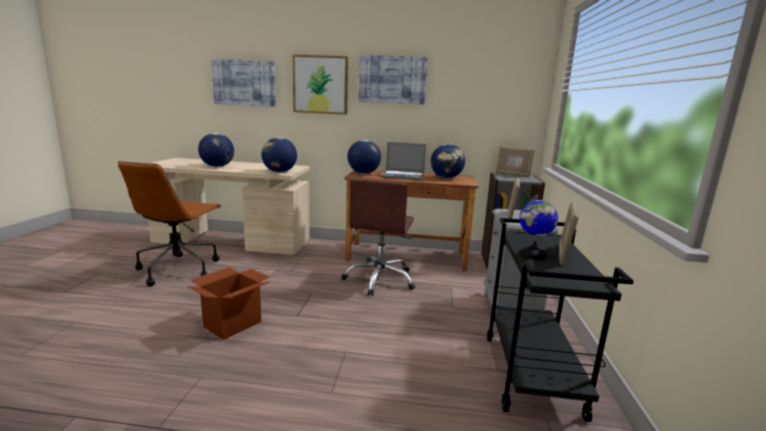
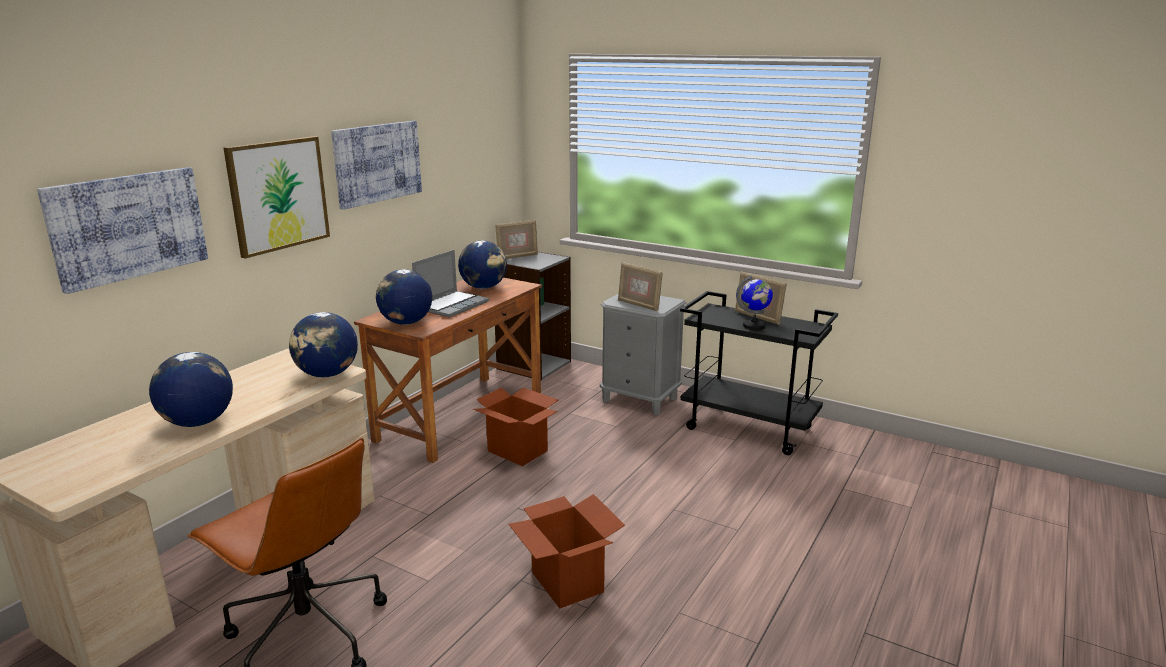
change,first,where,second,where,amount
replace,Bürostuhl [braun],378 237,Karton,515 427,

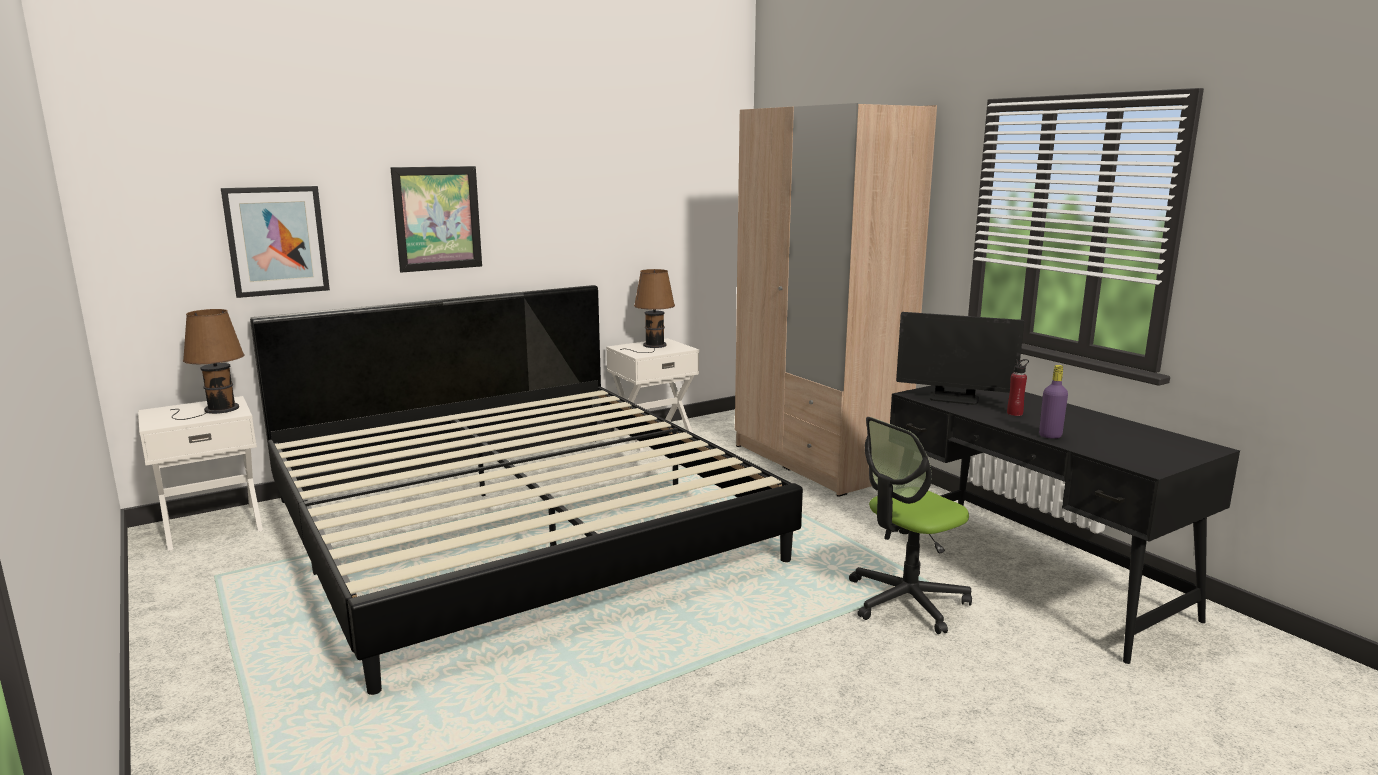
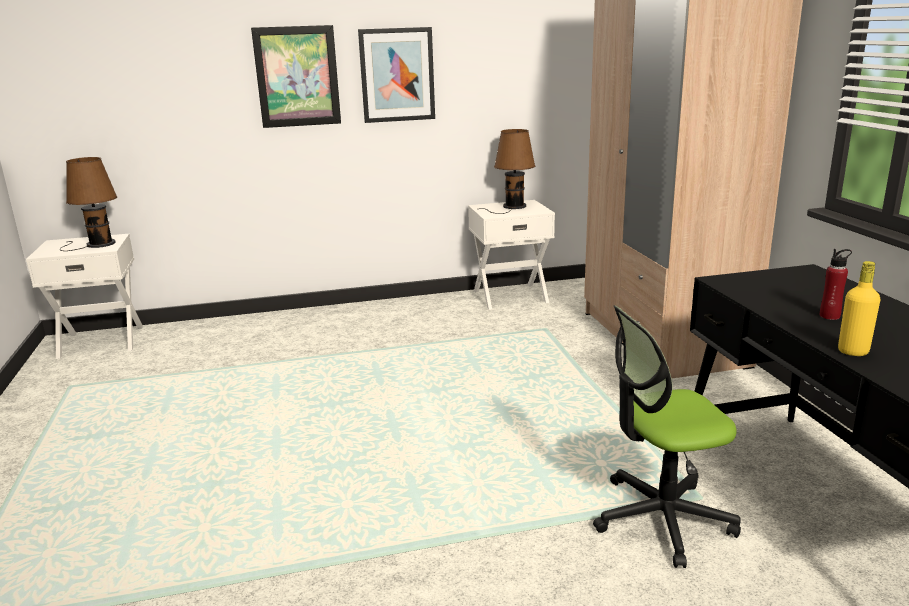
change,first,where,second,where,amount
move,Bild,275 242,,396 75,
delete,Bett,526 490,,,
delete,Monitor,960 358,,,
recolor,Flasche [lila],1053 402,Flasche [gelb],859 308,

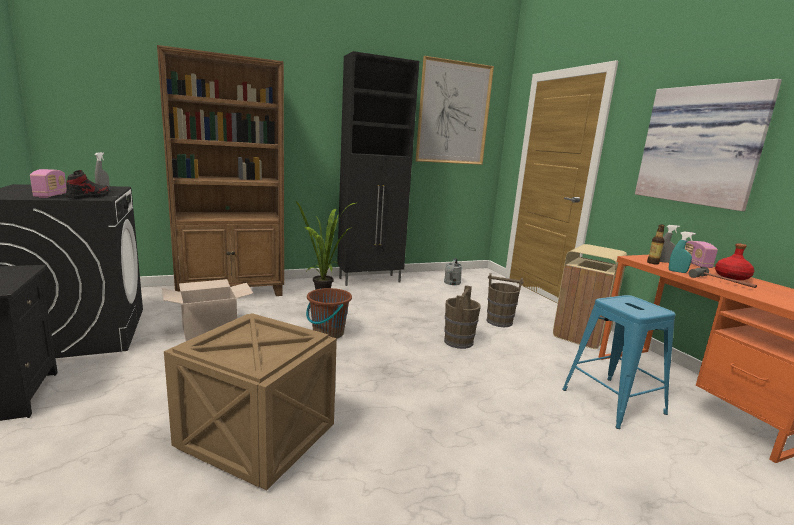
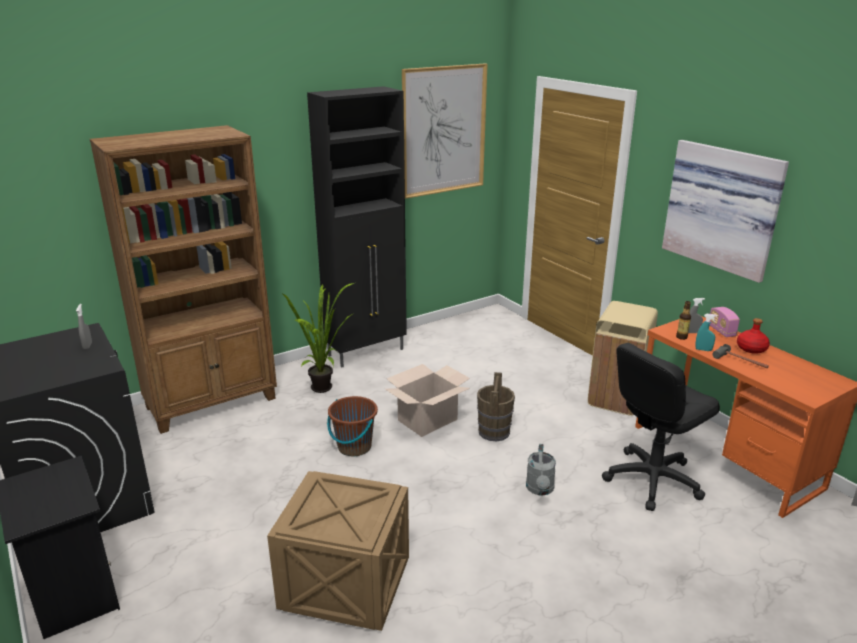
change,first,where,second,where,amount
delete,Radio,48 183,,,
delete,Schuh,87 184,,,
move,Gießkanne [grau],453 271,,541 469,
delete,Eimer [braun],505 300,,,
move,Karton,208 310,,427 400,
replace,Hocker [blau],619 362,Bürostuhl [schwarz],661 427,

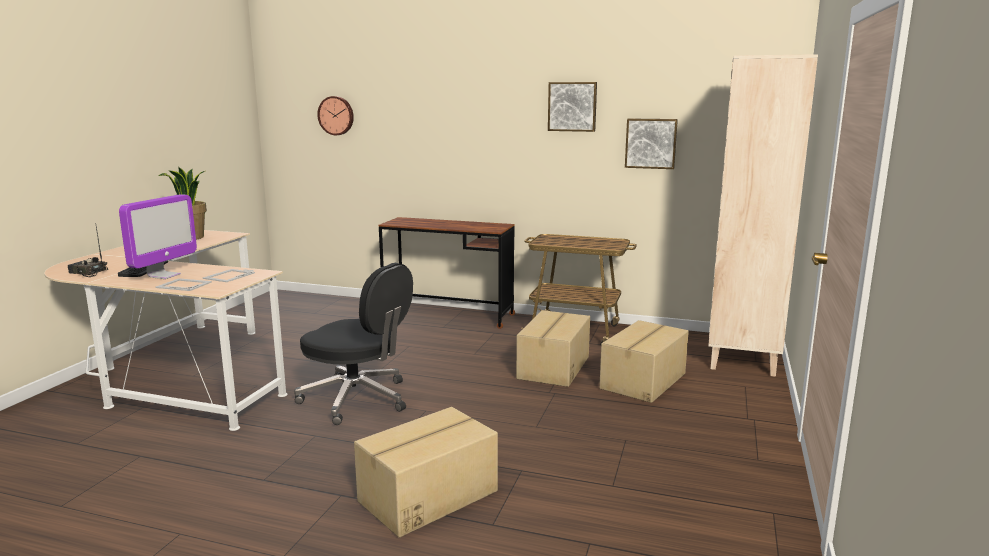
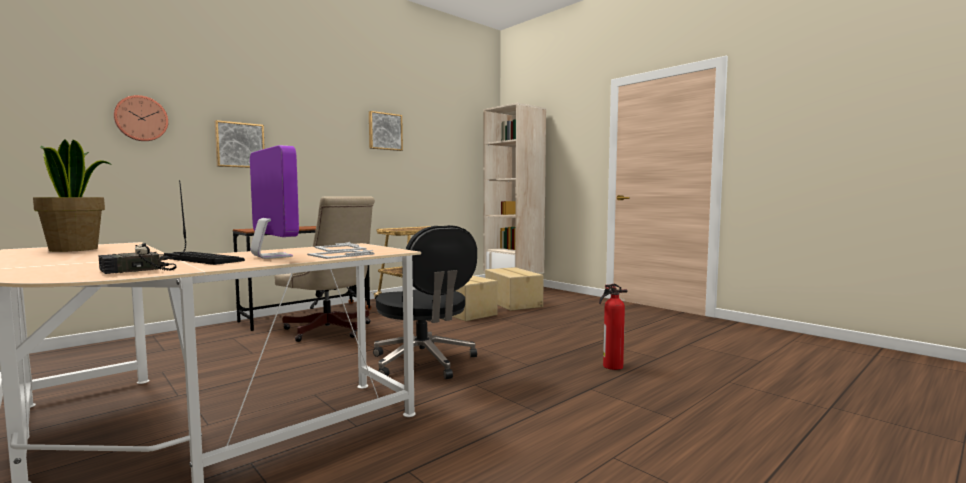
change,first,where,second,where,amount
move,Bild,651 143,,240 144,
rotate,Bürostuhl [schwarz],353 344,,425 302,90 degrees clockwise
replace,Karton,426 472,Feuerlöscher,613 327,
insert,,,Bürostuhl [beige],324 269,

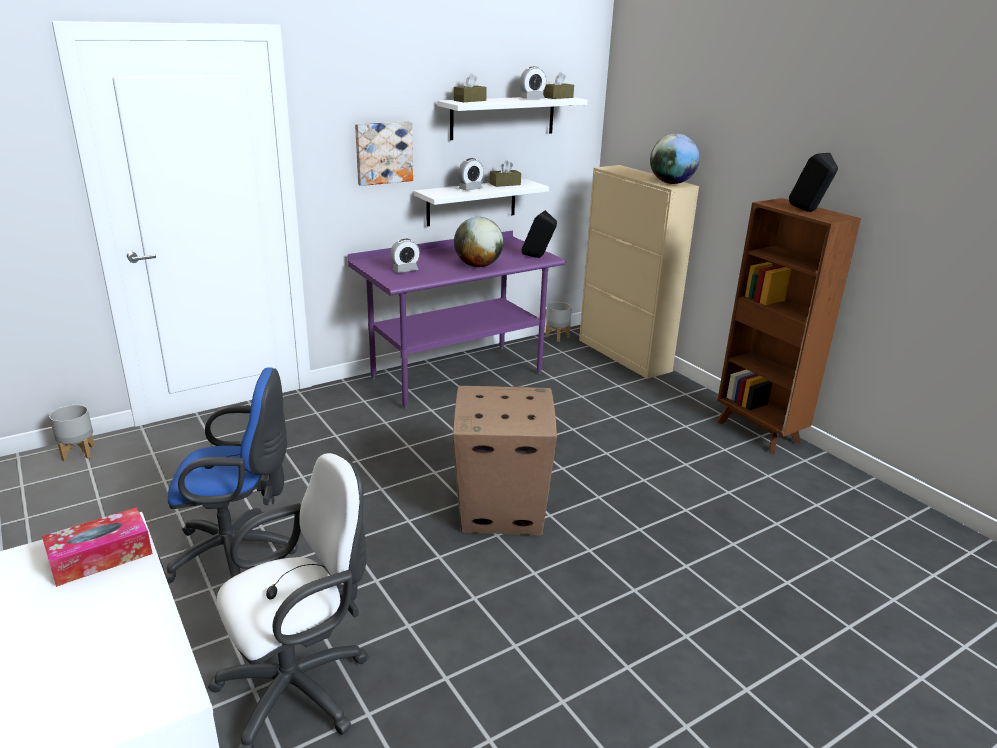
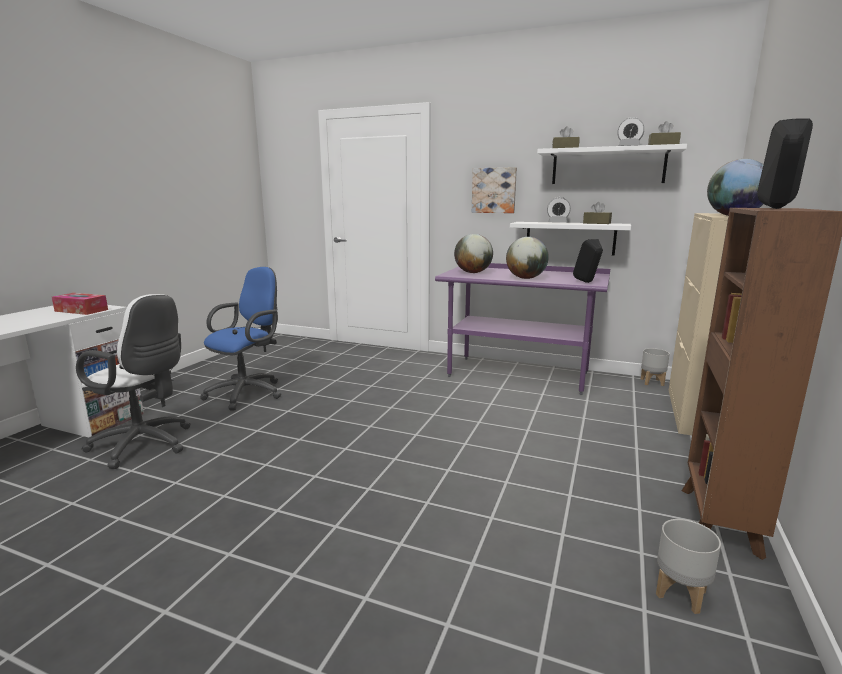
change,first,where,second,where,amount
replace,Wecker,405 256,Globus,473 253,
rotate,Bürostuhl [blau],231 475,,240 339,105 degrees counterclockwise
delete,Karton,505 460,,,
move,Pflanzkübel [grau],72 433,,688 566,

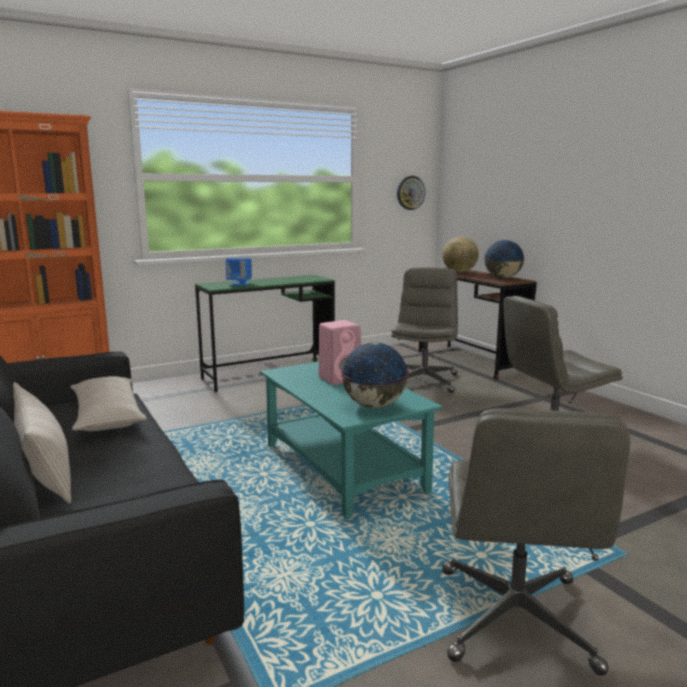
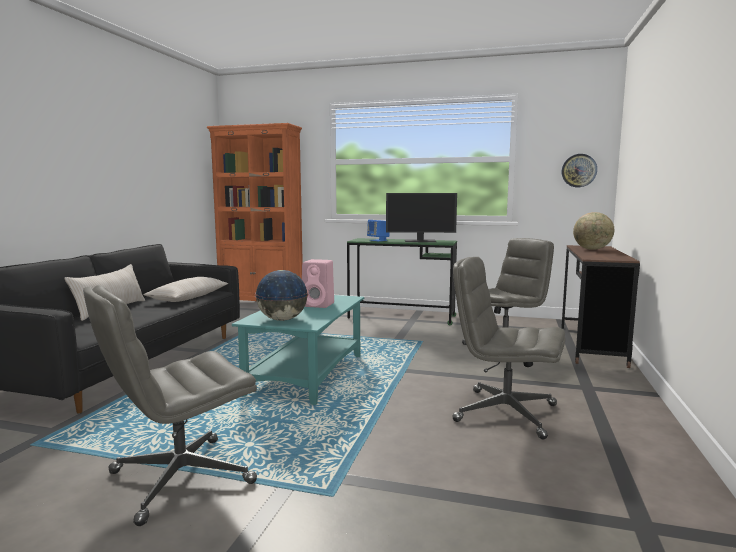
change,first,where,second,where,amount
delete,Globus,504 259,,,
insert,,,Monitor,421 217,

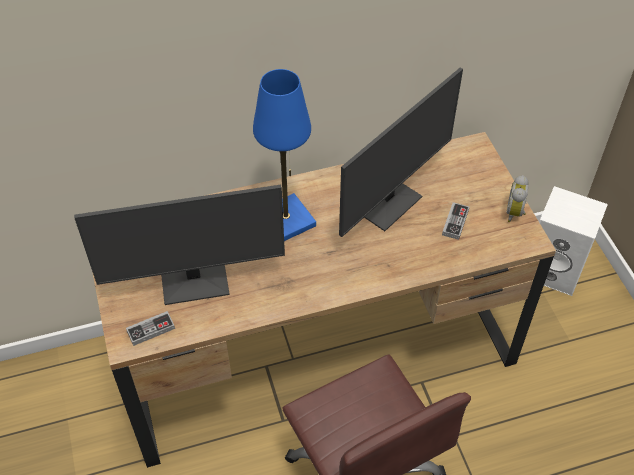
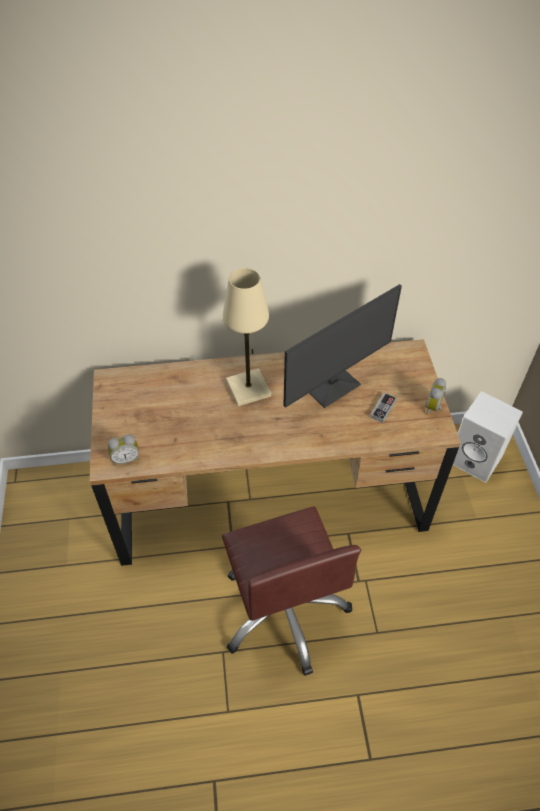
change,first,where,second,where,amount
recolor,Tischlampe [blau],284 155,Tischlampe [beige],247 337,
delete,Monitor,179 245,,,
replace,Gamepad,150 328,Wecker,123 450,

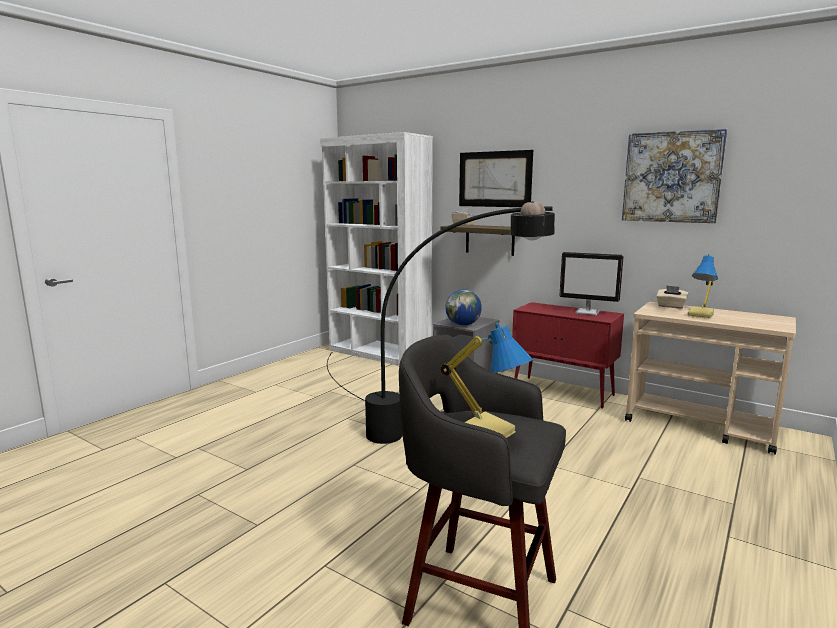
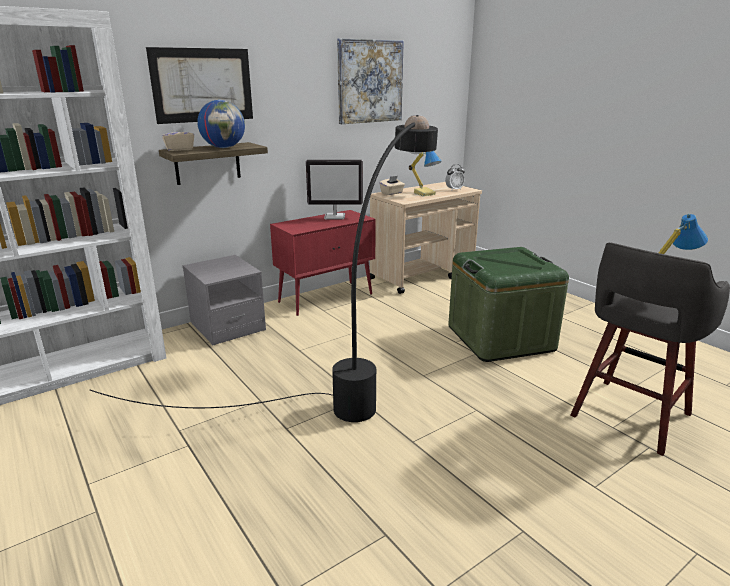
change,first,where,second,where,amount
rotate,Monitor,591 283,,334 189,45 degrees clockwise
move,Globus,463 308,,221 124,
insert,,,Wecker,455 177,
insert,,,Aufbewahrungsbox [grün],508 304,

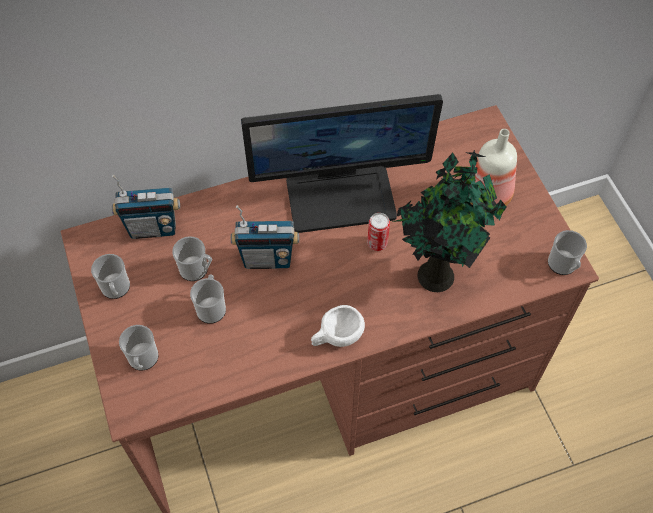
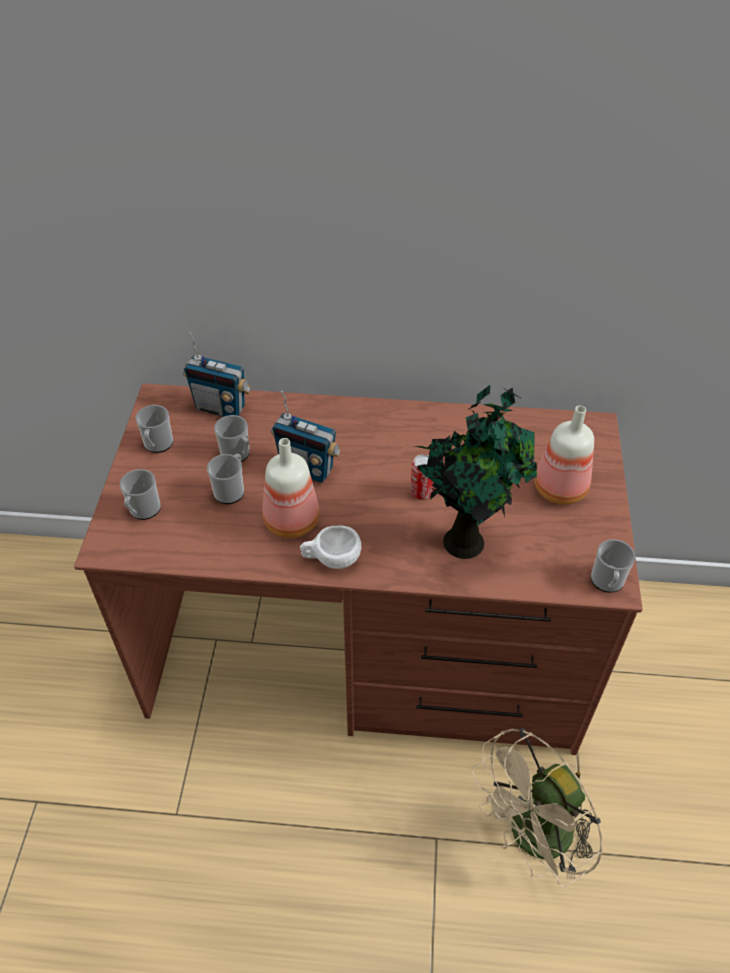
change,first,where,second,where,amount
delete,Monitor,342 163,,,
insert,,,Flasche,290 488,
insert,,,Ventilator [beige],537 807,

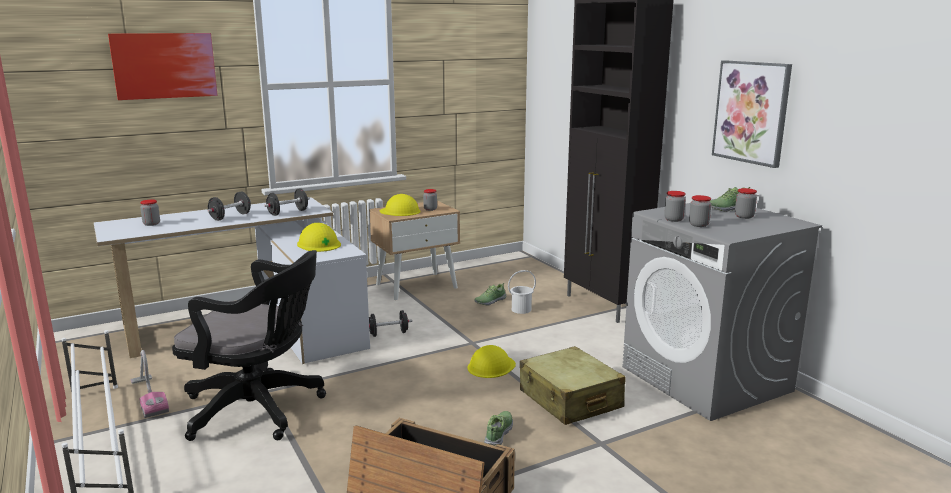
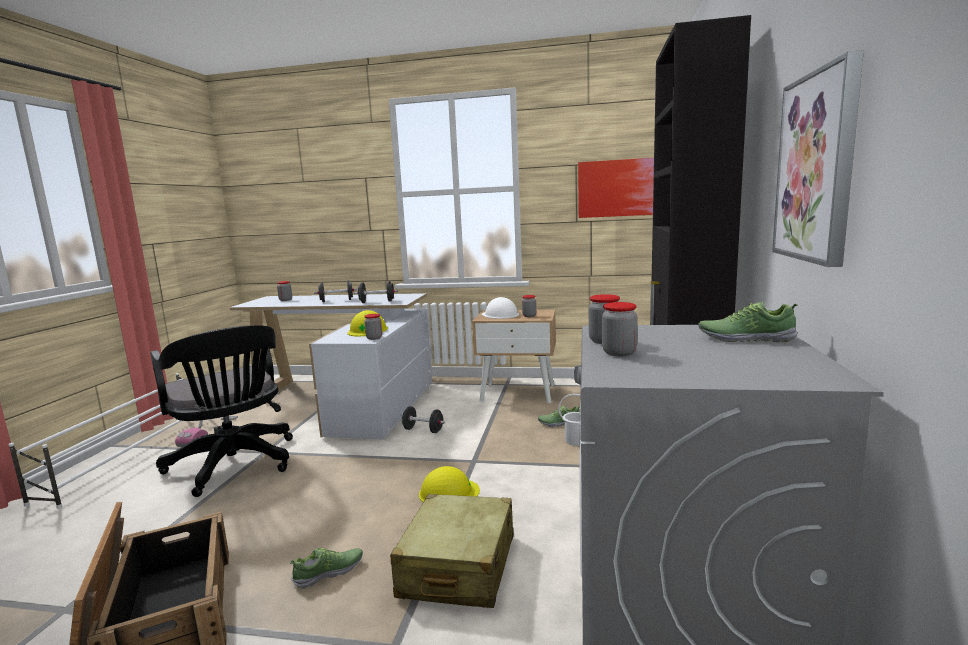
change,first,where,second,where,amount
move,Bild,163 66,,616 188,
move,Vorratsglas,746 203,,373 327,
recolor,Schutzhelm [gelb],400 205,Schutzhelm [weiß],500 308,

